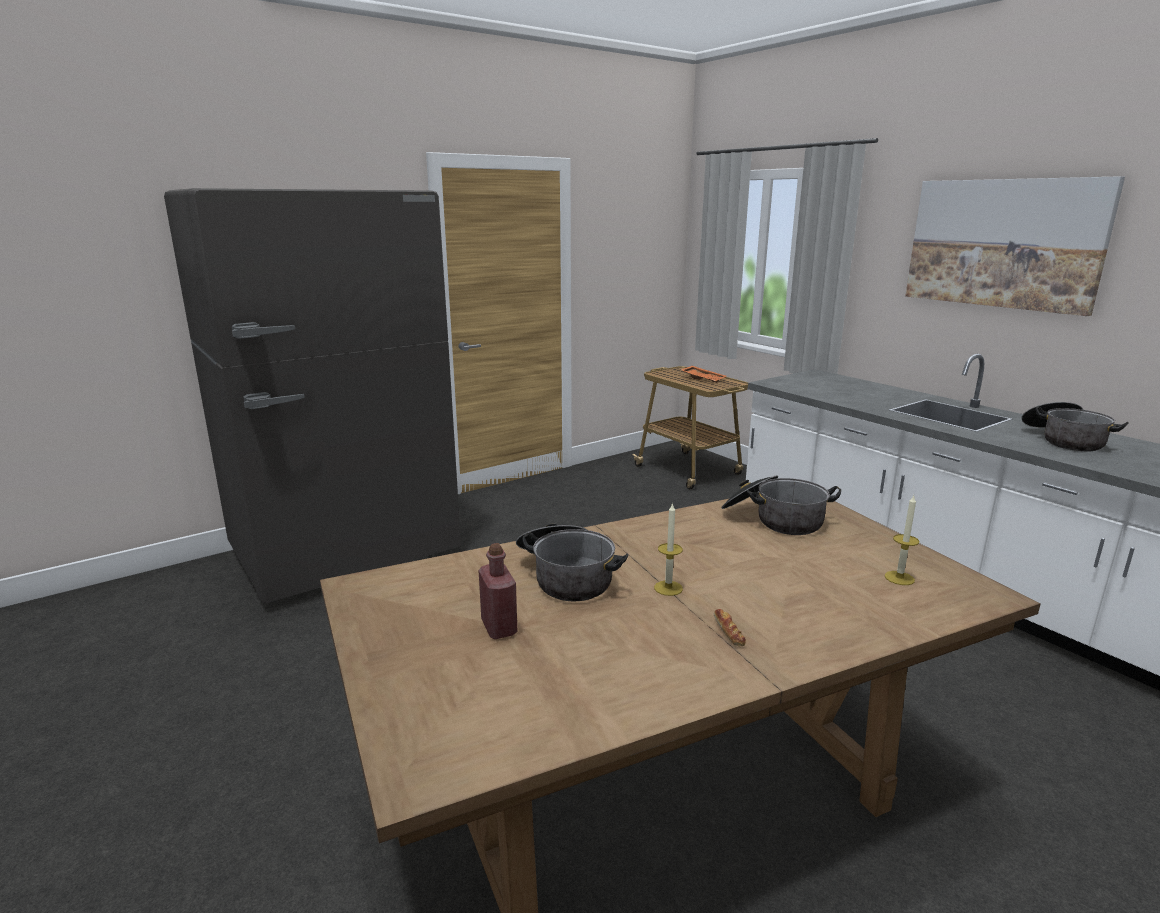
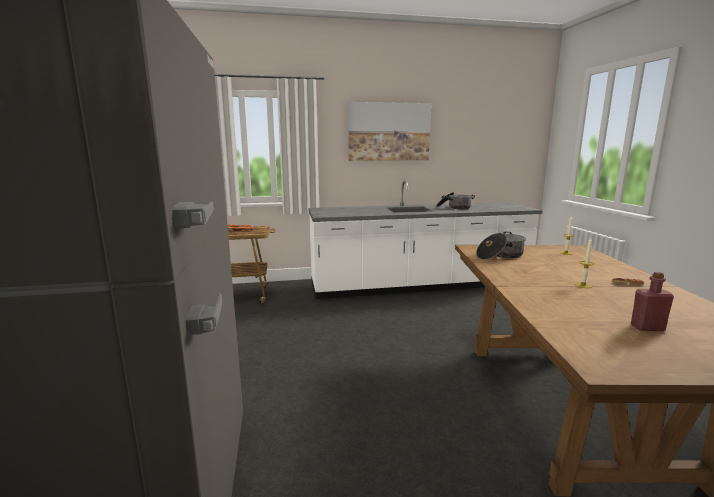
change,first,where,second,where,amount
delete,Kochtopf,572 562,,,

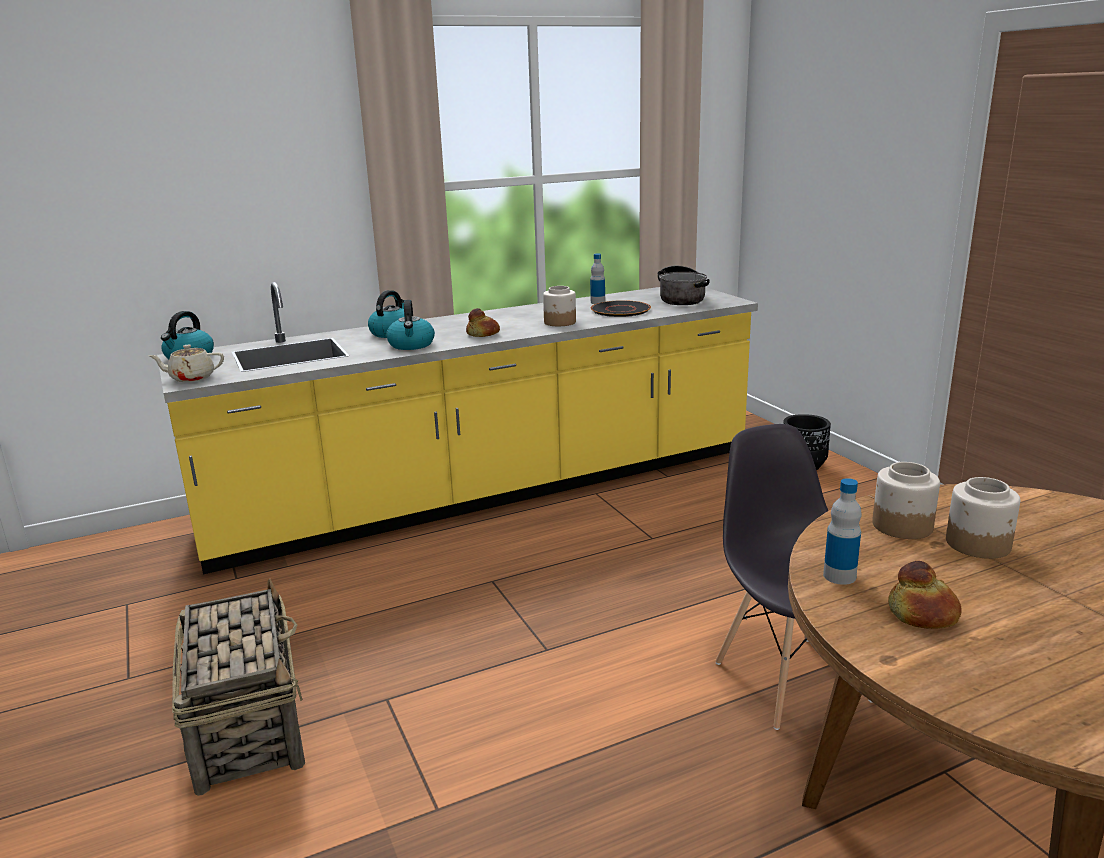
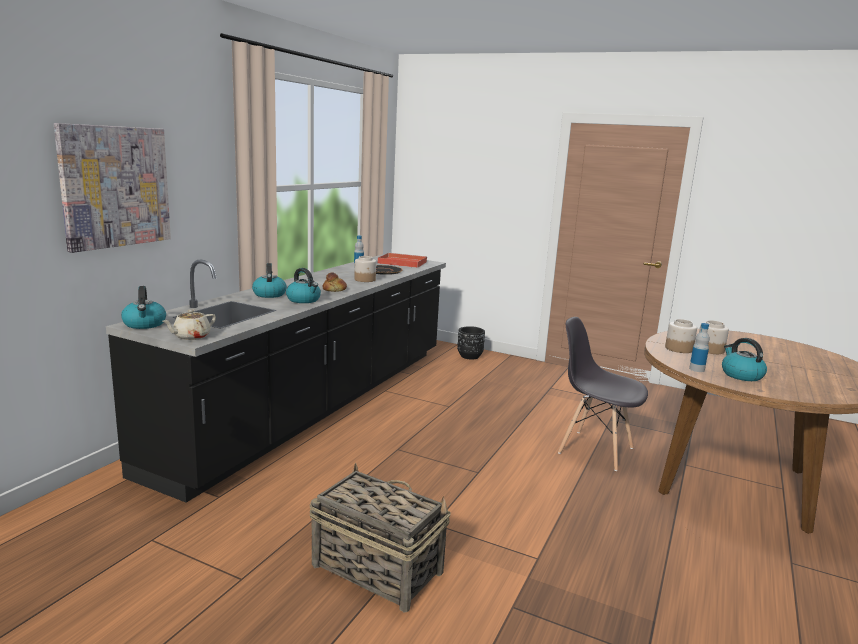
change,first,where,second,where,amount
replace,Kochtopf,684 285,Tablett [rot],402 260,
recolor,Küchenzeile [gelb],457 428,Küchenzeile [schwarz],276 378,
replace,Brot,924 595,Wasserkessel,744 359,
insert,,,Bild,112 188,

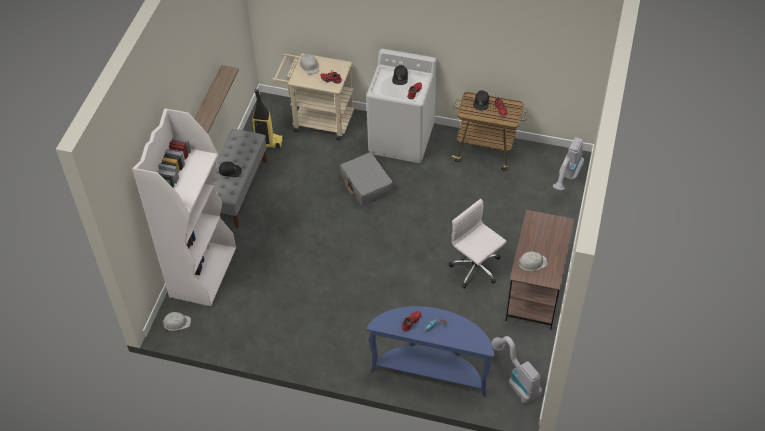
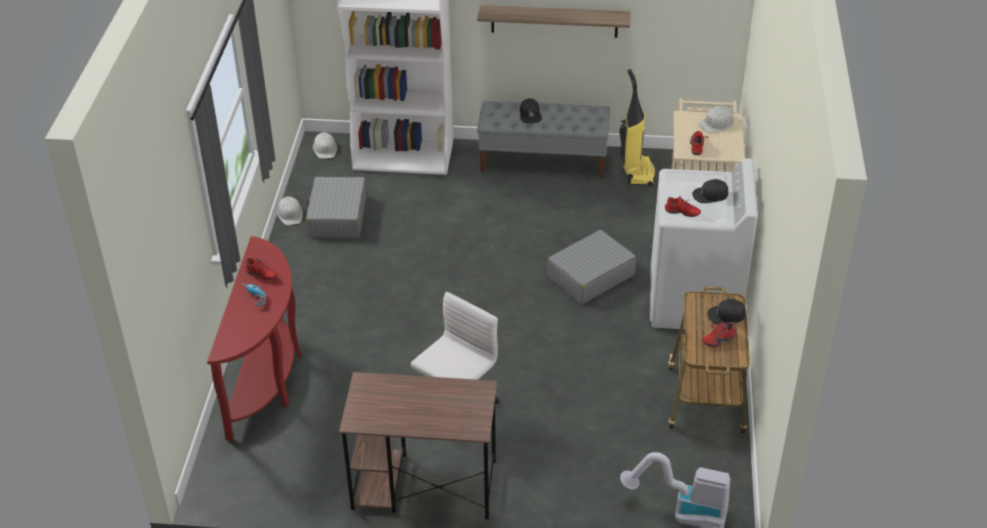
change,first,where,second,where,amount
move,Schutzhelm [weiß],532 261,,290 211,
recolor,Konsolentisch [blau],430 351,Konsolentisch [rot],254 338,
delete,Staubsauger,517 369,,,
insert,,,Koffer [grau],336 207,

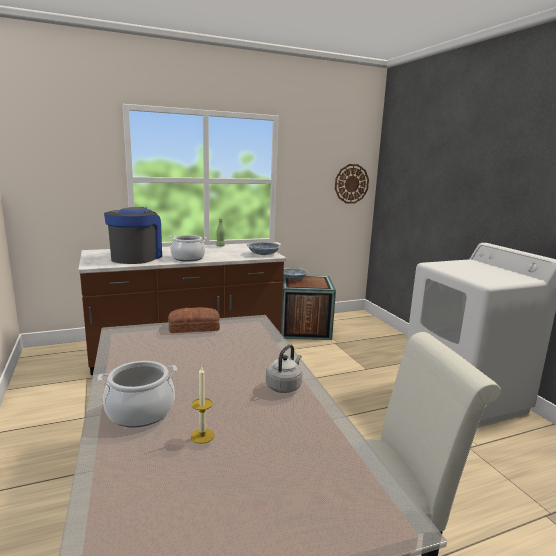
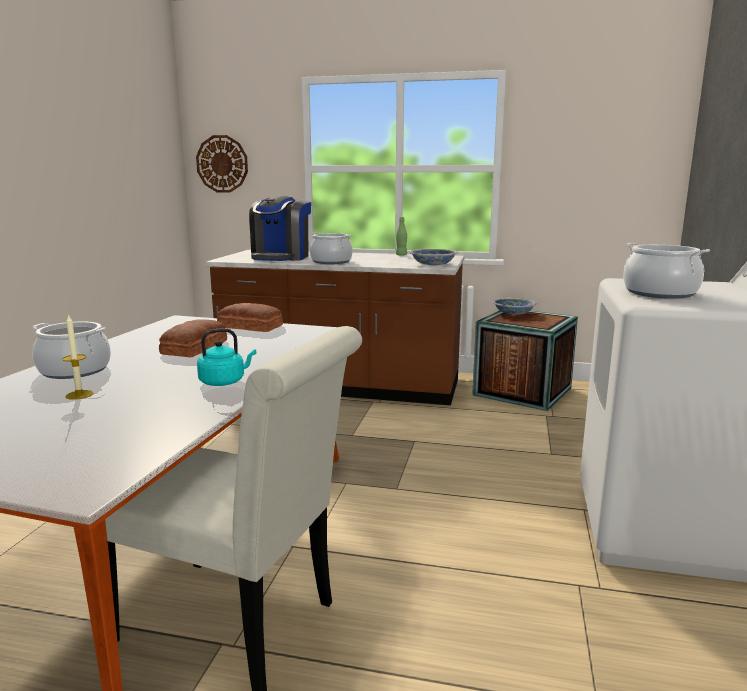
change,first,where,second,where,amount
move,Wanduhr,352 184,,222 164,
rotate,Kaffeemaschine,133 235,,280 228,150 degrees clockwise
recolor,Wasserkessel [grau],284 368,Wasserkessel [türkis],226 357,
insert,,,Kochtopf,666 271,
insert,,,Brot,193 338,

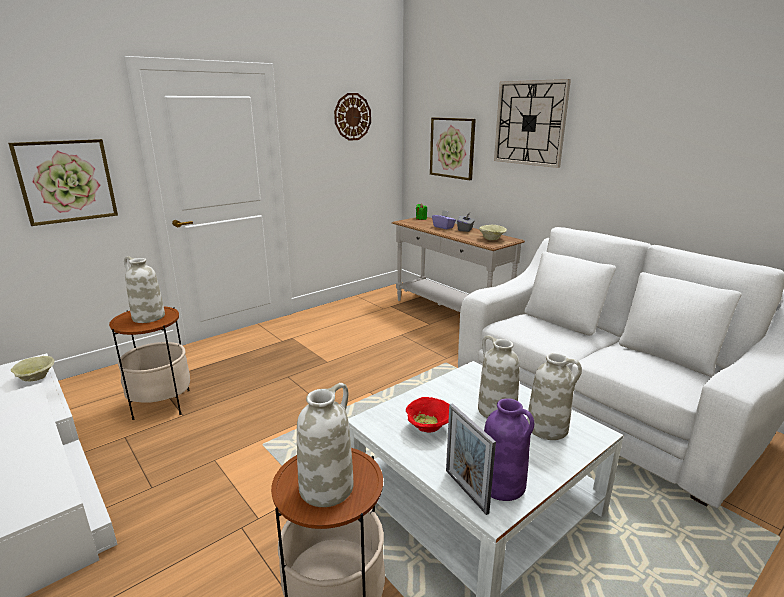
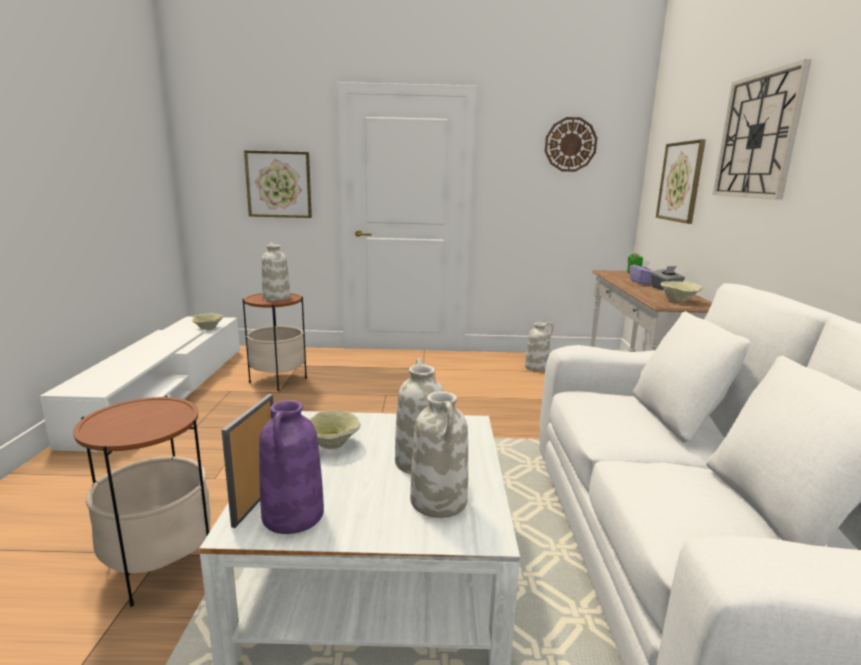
change,first,where,second,where,amount
move,Vase [weiß],325 445,,539 347,
recolor,Schüssel [rot],427 415,Schüssel [beige],335 430,

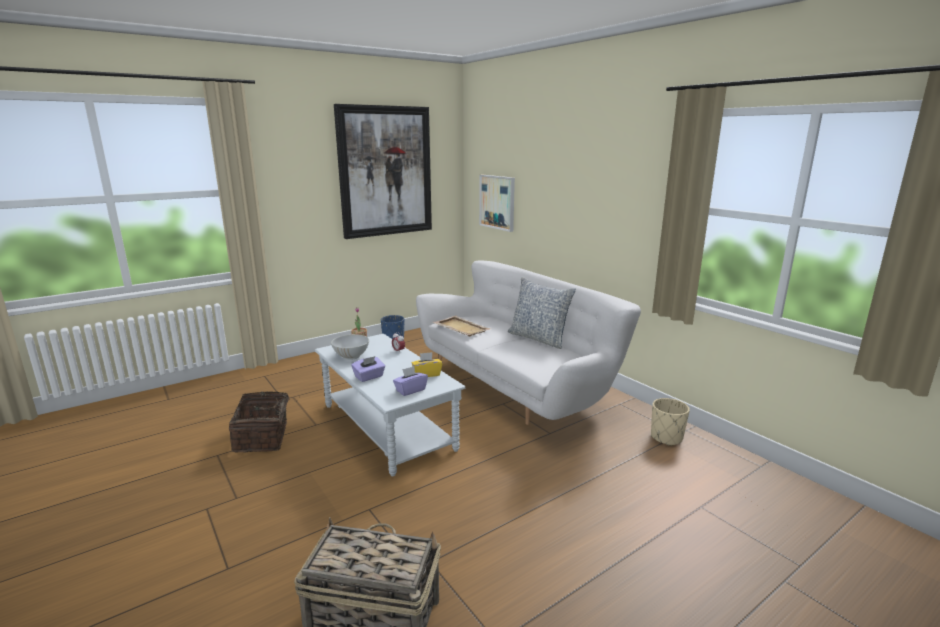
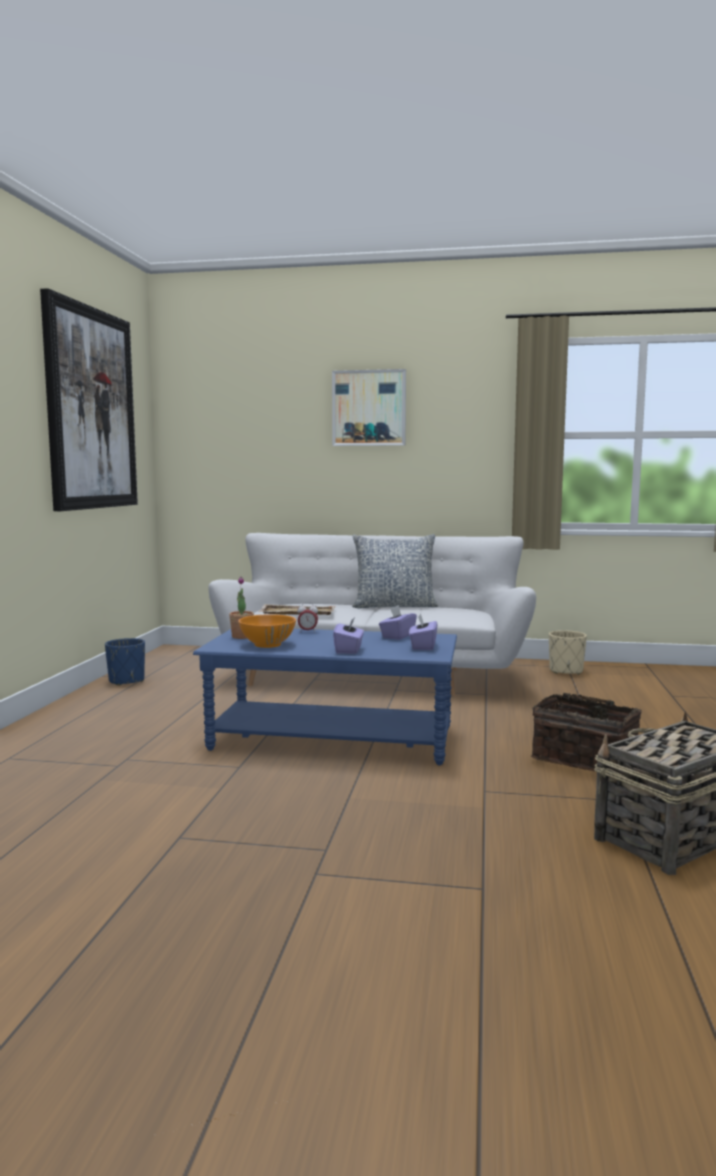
change,first,where,second,where,amount
move,Bild,497 203,,369 407,
recolor,Couchtisch [grau],390 405,Couchtisch [blau],325 697,
recolor,Schüssel [weiß],350 347,Schüssel [orange],267 631,
recolor,Taschentuchbox [gelb],427 364,Taschentuchbox [lila],398 622,
move,Korb,264 421,,586 732,

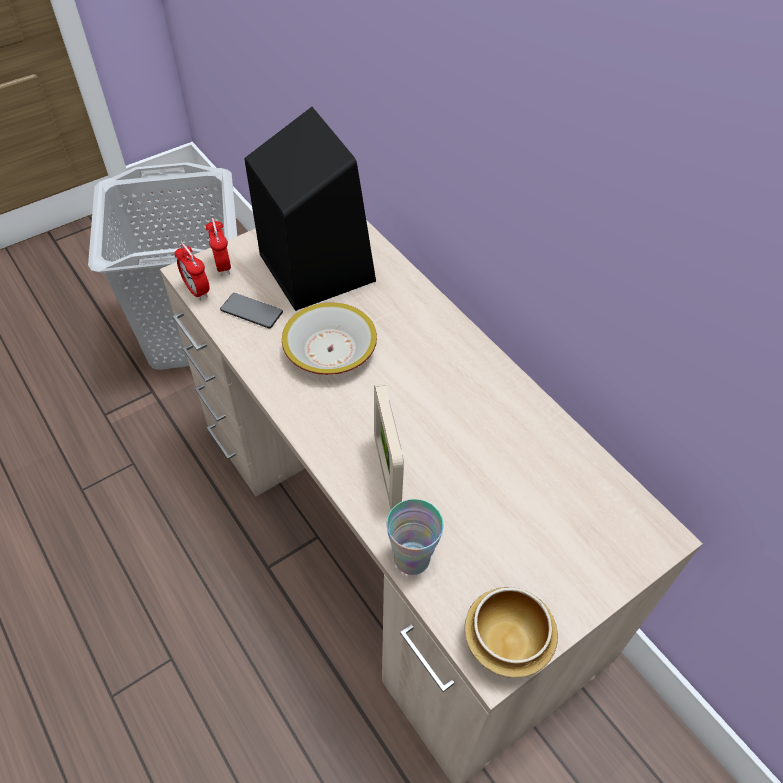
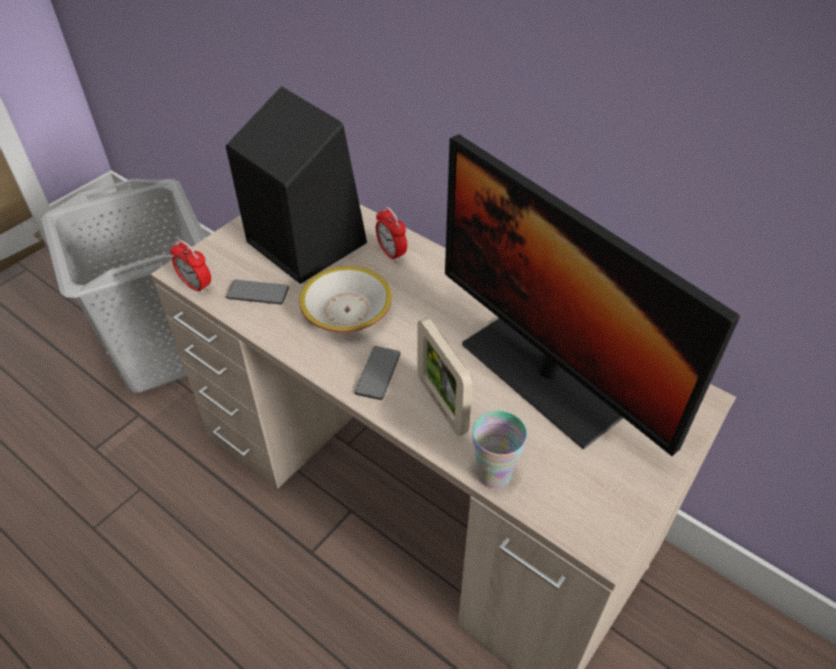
change,first,where,second,where,amount
move,Wecker,218 247,,391 234,
delete,Schüssel,511 632,,,
insert,,,Monitor,592 295,
insert,,,Handy,377 373,

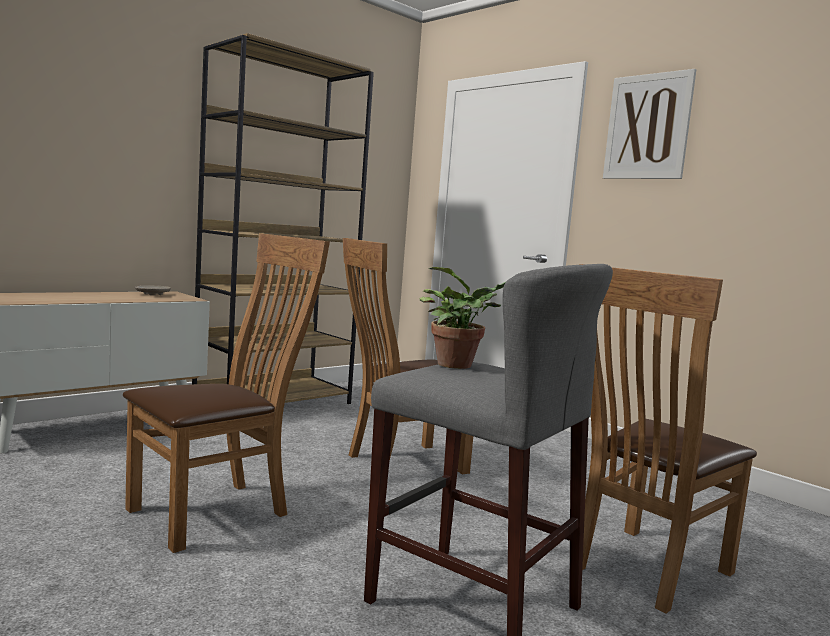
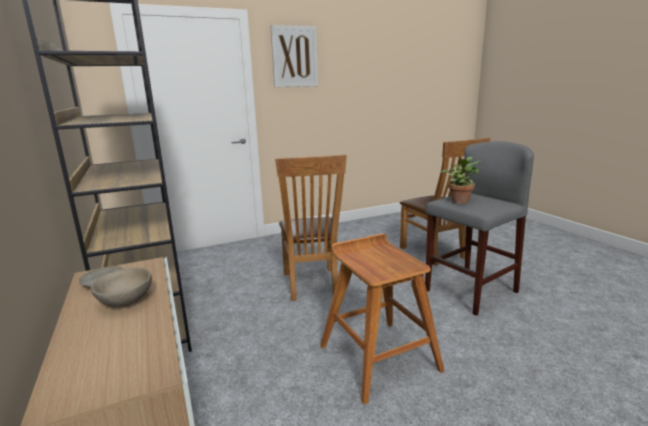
change,first,where,second,where,amount
replace,Stuhl [braun],226 393,Hocker [braun],382 318,
insert,,,Schüssel [beige],121 287,

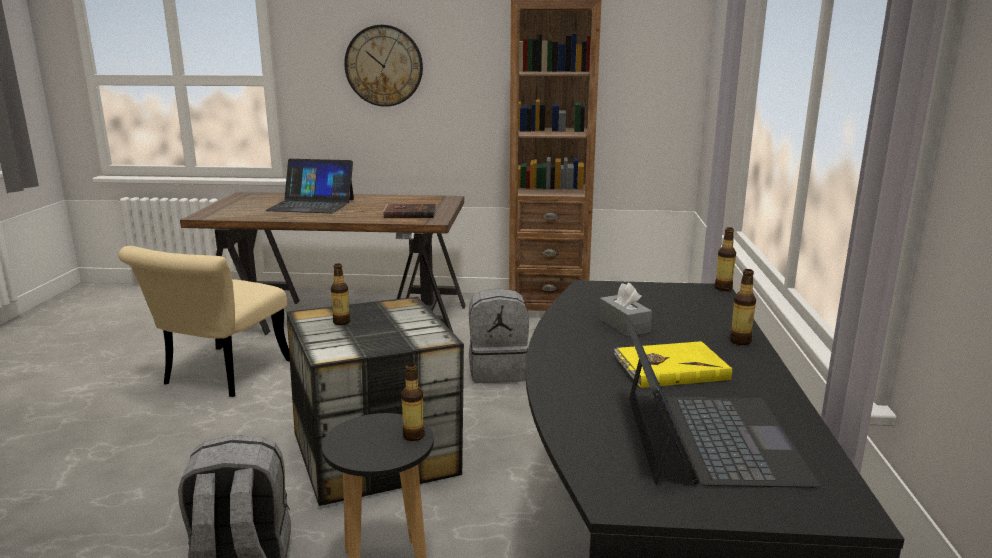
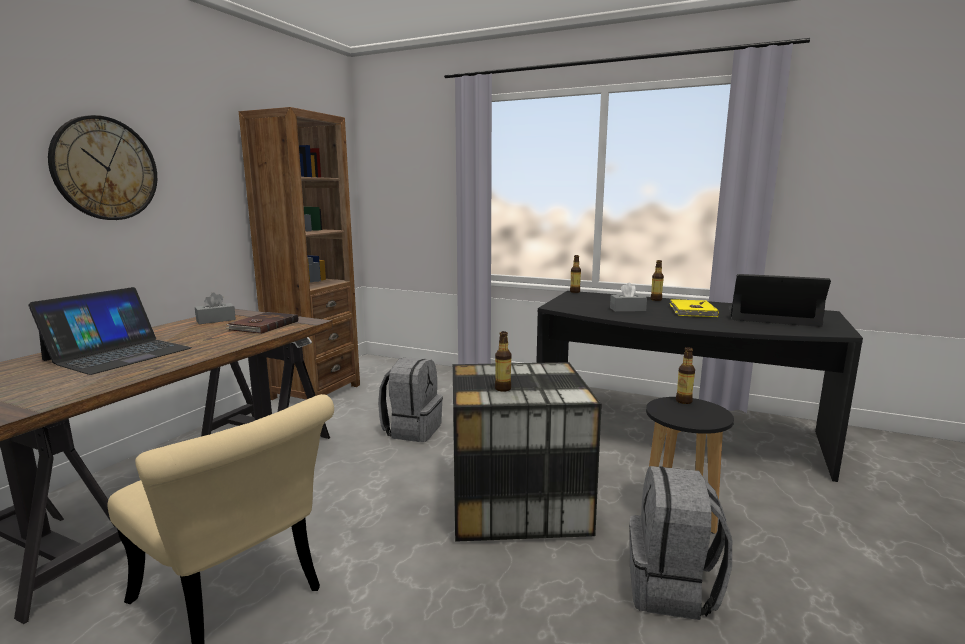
change,first,where,second,where,amount
insert,,,Taschentuchbox [grau],215 308,

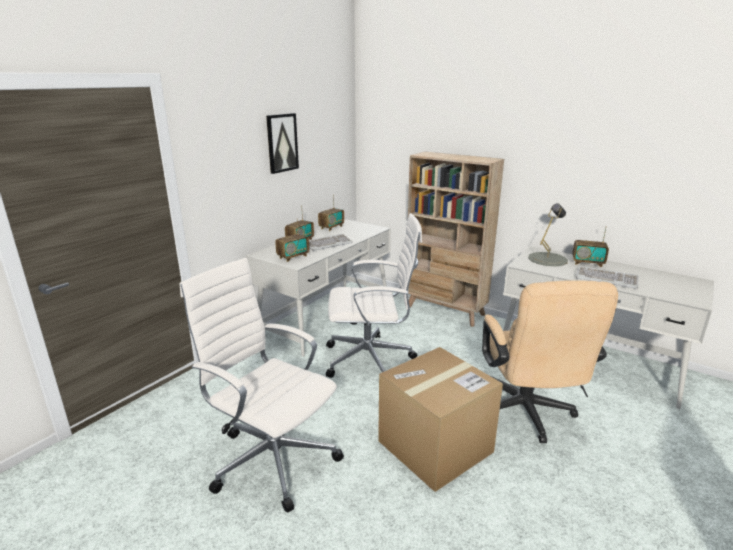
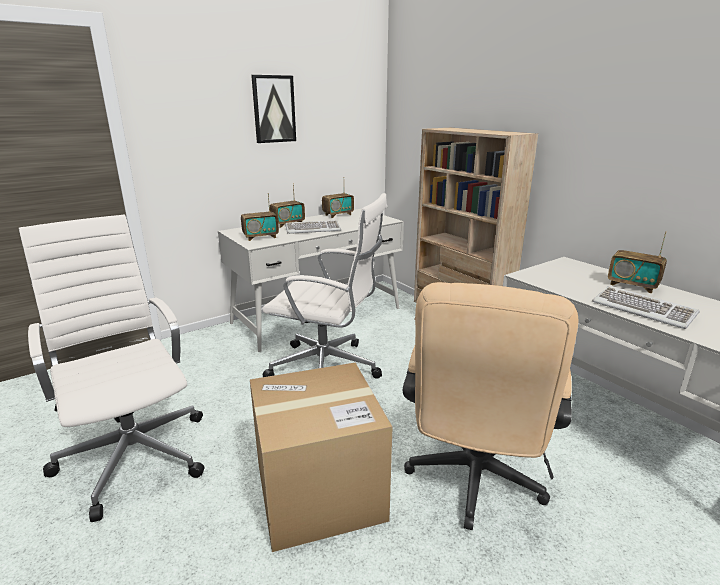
change,first,where,second,where,amount
delete,Tischlampe [grau],548 234,,,

